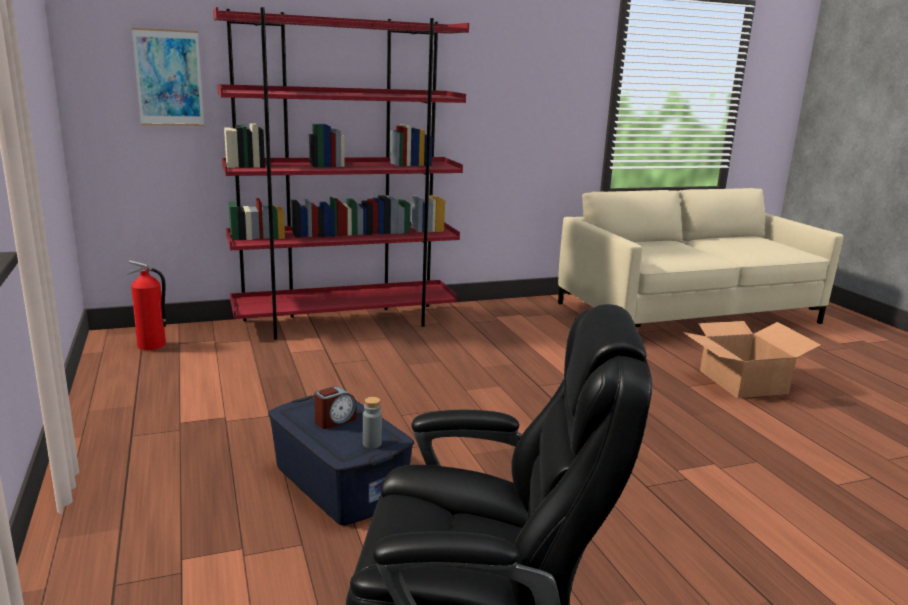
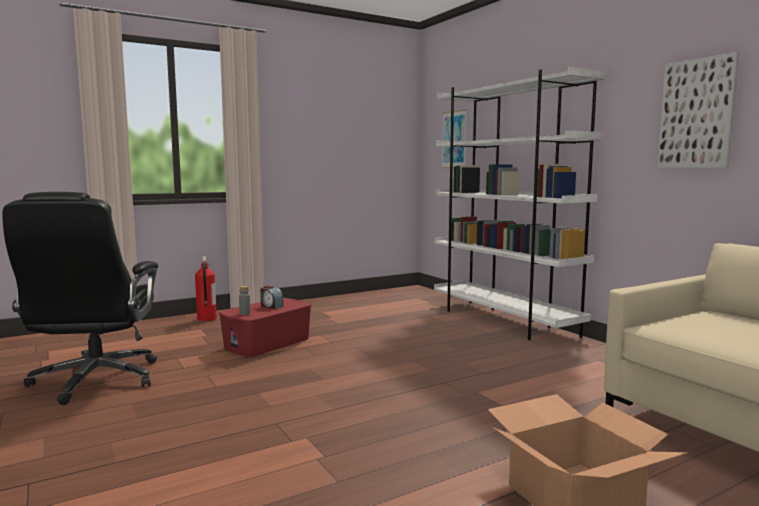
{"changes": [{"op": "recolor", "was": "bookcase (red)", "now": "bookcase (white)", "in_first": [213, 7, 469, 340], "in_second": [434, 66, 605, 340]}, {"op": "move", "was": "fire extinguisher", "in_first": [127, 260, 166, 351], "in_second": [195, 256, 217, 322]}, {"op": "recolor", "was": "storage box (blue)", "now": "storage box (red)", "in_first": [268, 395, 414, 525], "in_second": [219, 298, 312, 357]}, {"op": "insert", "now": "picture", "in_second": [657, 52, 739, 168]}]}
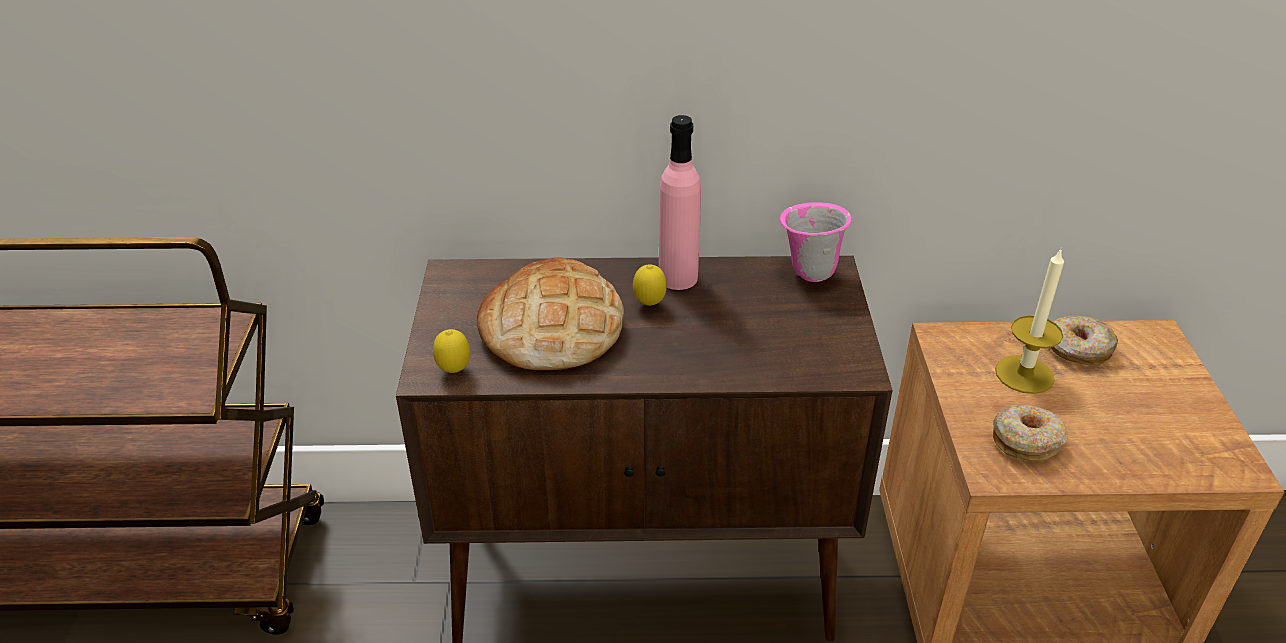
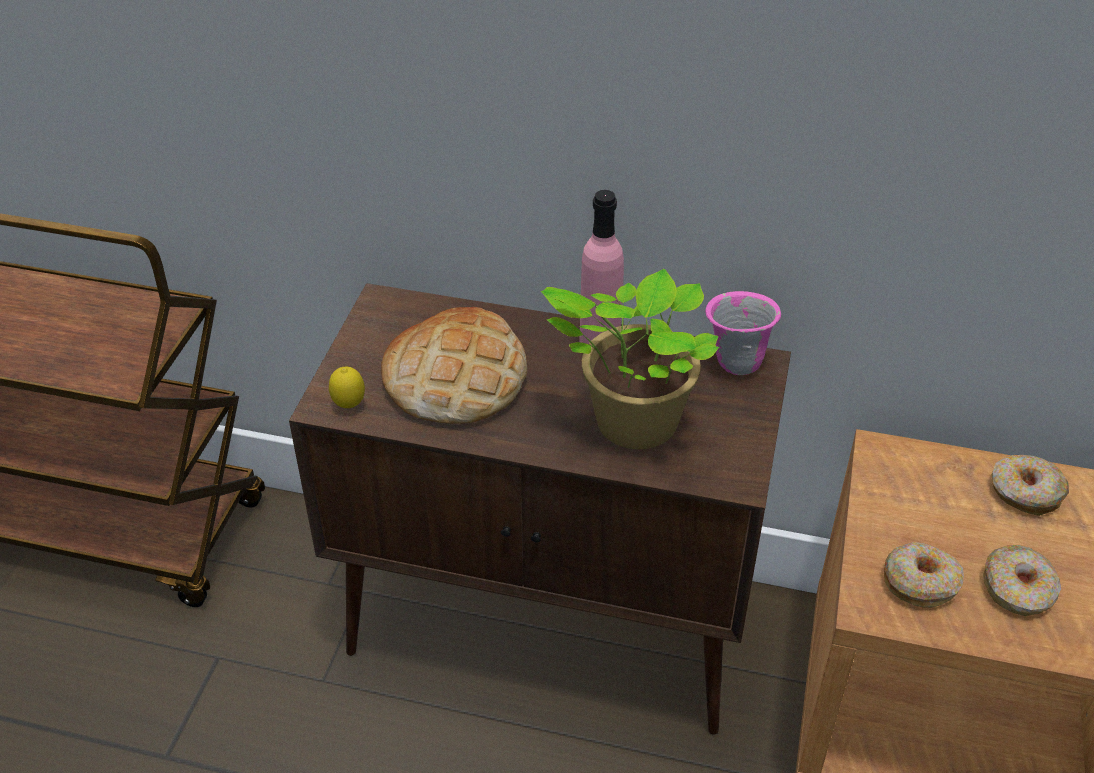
{"changes": [{"op": "delete", "was": "candle", "in_first": [995, 248, 1064, 394]}, {"op": "delete", "was": "lemon", "in_first": [633, 265, 667, 306]}, {"op": "insert", "now": "potted plant", "in_second": [541, 269, 719, 449]}, {"op": "insert", "now": "donut", "in_second": [983, 545, 1061, 616]}]}
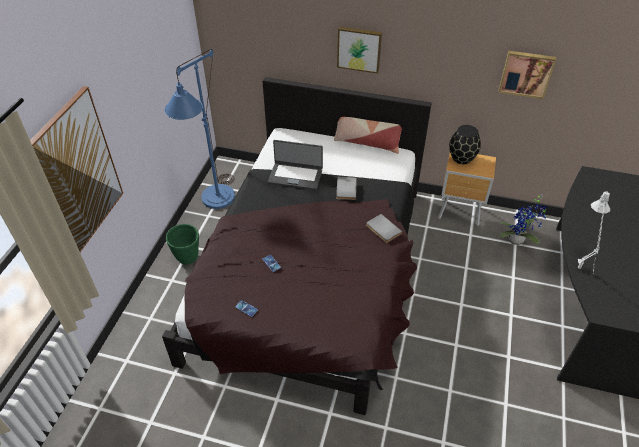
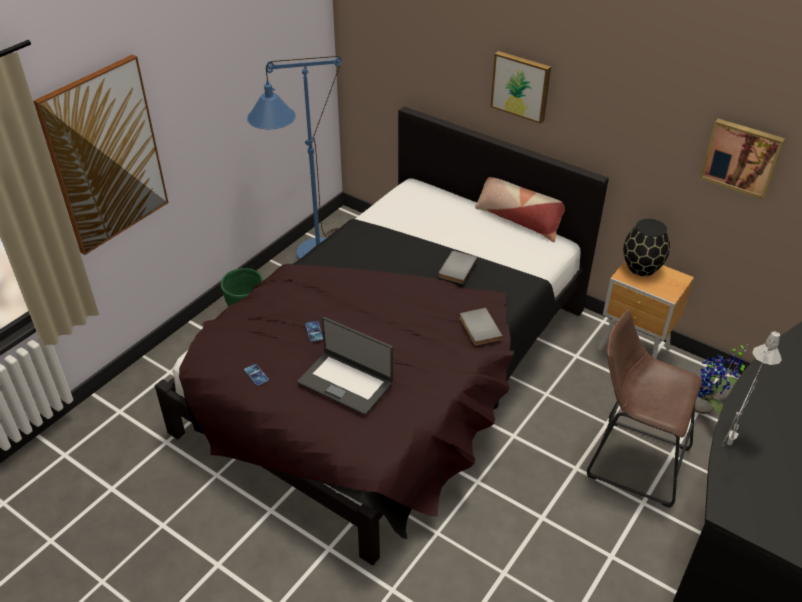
{"changes": [{"op": "move", "was": "laptop", "in_first": [268, 140, 323, 190], "in_second": [297, 317, 393, 415]}, {"op": "insert", "now": "stool (brown)", "in_second": [587, 310, 702, 508]}]}
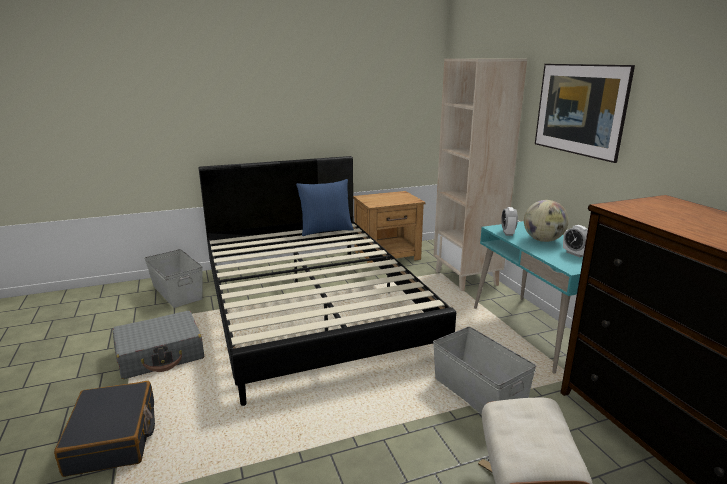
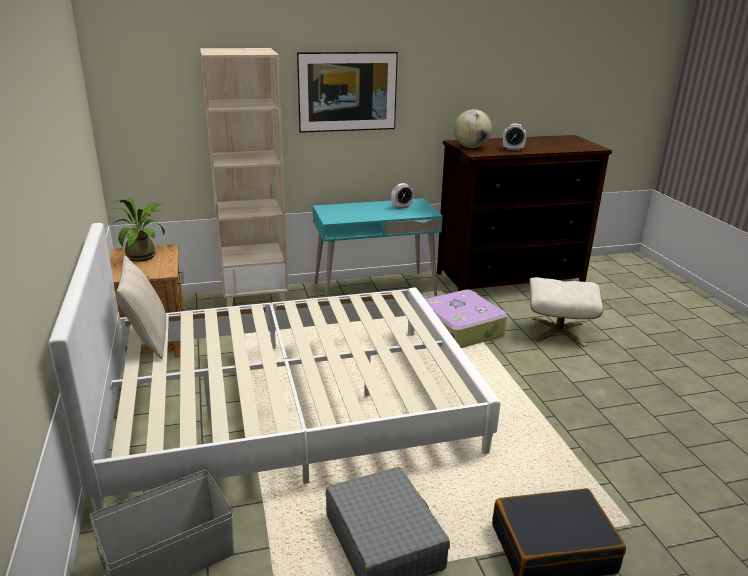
{"changes": [{"op": "recolor", "was": "bed (black)", "now": "bed (white)", "in_first": [199, 156, 456, 406], "in_second": [49, 223, 501, 512]}, {"op": "recolor", "was": "pillow (blue)", "now": "pillow (beige)", "in_first": [296, 179, 354, 236], "in_second": [117, 256, 166, 359]}, {"op": "move", "was": "globe", "in_first": [524, 200, 569, 242], "in_second": [454, 109, 492, 148]}, {"op": "move", "was": "alarm clock", "in_first": [501, 207, 518, 236], "in_second": [503, 124, 526, 151]}, {"op": "replace", "was": "storage box (grey)", "now": "suitcase", "in_first": [433, 327, 536, 414], "in_second": [425, 290, 507, 348]}, {"op": "insert", "now": "potted plant", "in_second": [112, 197, 165, 262]}]}
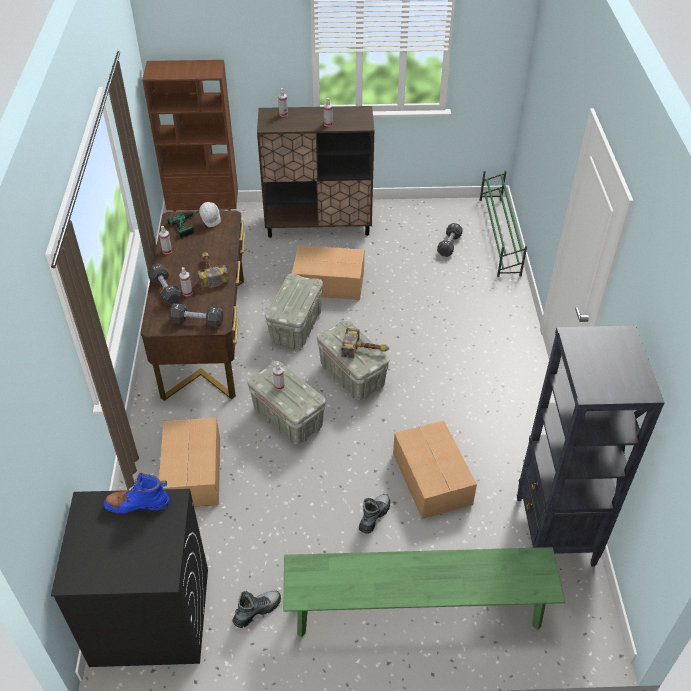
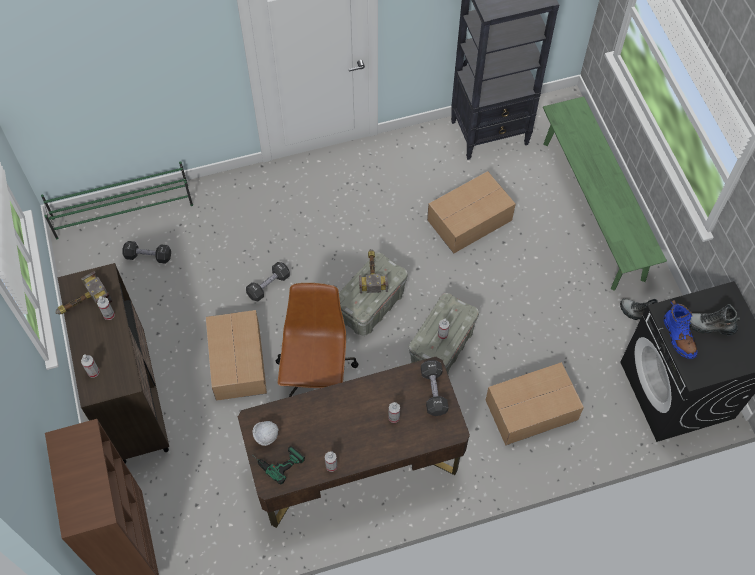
{"changes": [{"op": "move", "was": "hammer", "in_first": [197, 252, 230, 290], "in_second": [55, 271, 113, 315]}, {"op": "move", "was": "dumbbell (black)", "in_first": [148, 264, 182, 306], "in_second": [246, 262, 290, 301]}, {"op": "replace", "was": "storage box (grey)", "now": "office chair (brown)", "in_first": [265, 273, 323, 349], "in_second": [276, 283, 359, 397]}, {"op": "move", "was": "boot", "in_first": [359, 494, 390, 533], "in_second": [690, 304, 740, 336]}]}
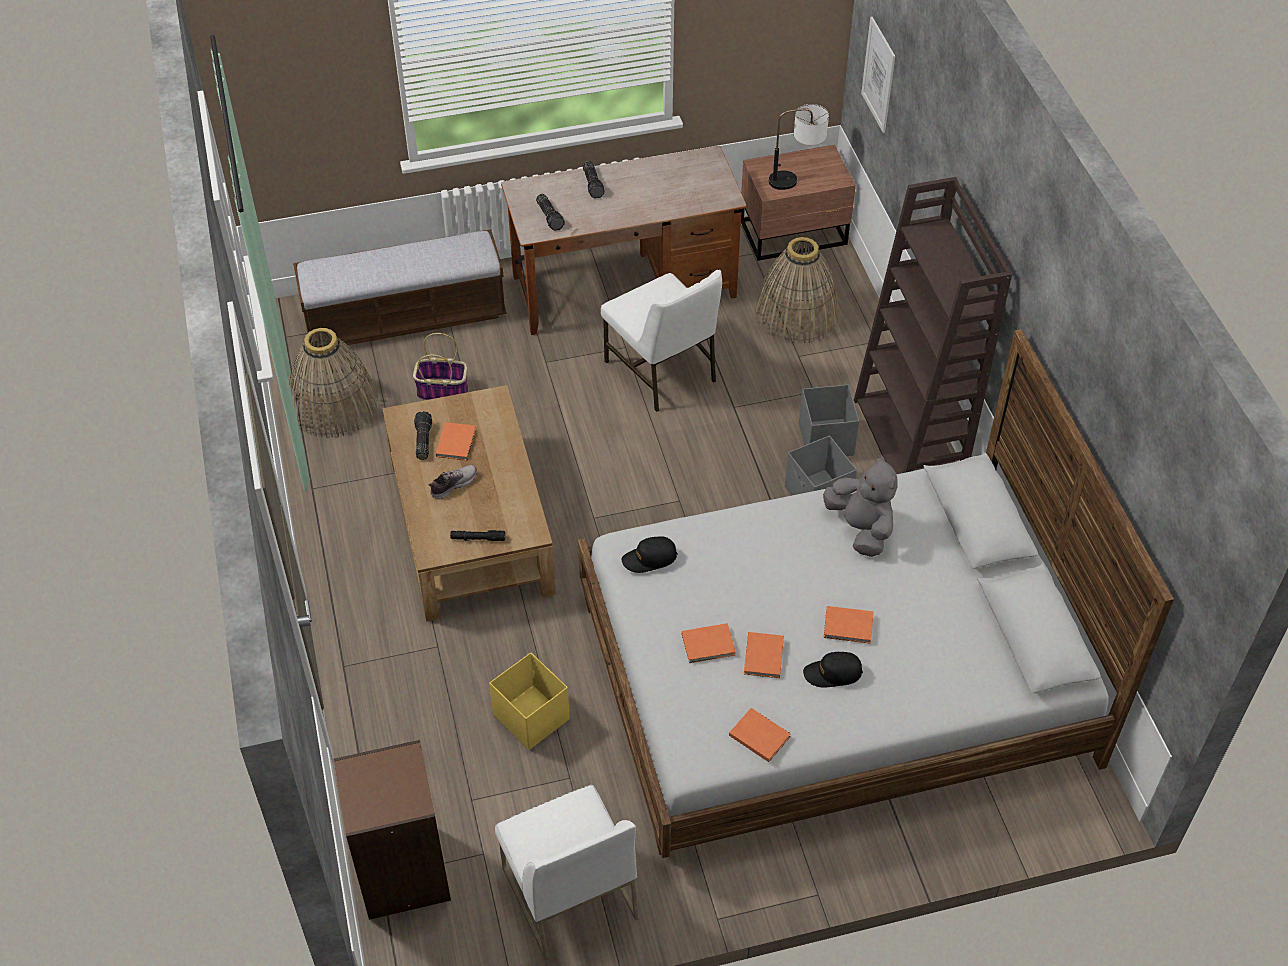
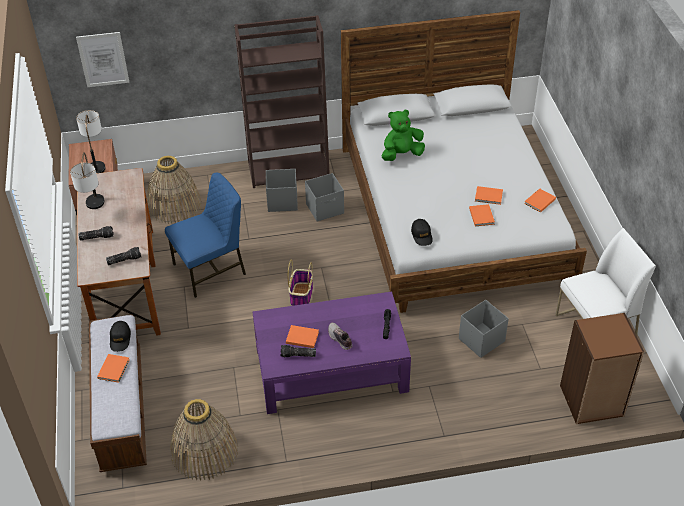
{"changes": [{"op": "recolor", "was": "chair (white)", "now": "chair (blue)", "in_first": [601, 270, 722, 412], "in_second": [165, 173, 246, 298]}, {"op": "move", "was": "basket", "in_first": [413, 333, 468, 400], "in_second": [288, 260, 313, 306]}, {"op": "recolor", "was": "coffee table (brown)", "now": "coffee table (purple)", "in_first": [382, 385, 556, 622], "in_second": [253, 292, 411, 414]}, {"op": "recolor", "was": "plush toy (grey)", "now": "plush toy (green)", "in_first": [823, 455, 898, 557], "in_second": [382, 110, 425, 161]}, {"op": "move", "was": "book (orange)", "in_first": [824, 606, 874, 644], "in_second": [97, 354, 130, 383]}, {"op": "recolor", "was": "storage box (yellow)", "now": "storage box (grey)", "in_first": [489, 652, 570, 750], "in_second": [459, 300, 509, 358]}, {"op": "move", "was": "cap (black)", "in_first": [803, 652, 863, 688], "in_second": [110, 321, 131, 352]}, {"op": "insert", "now": "table lamp", "in_second": [70, 152, 104, 209]}]}
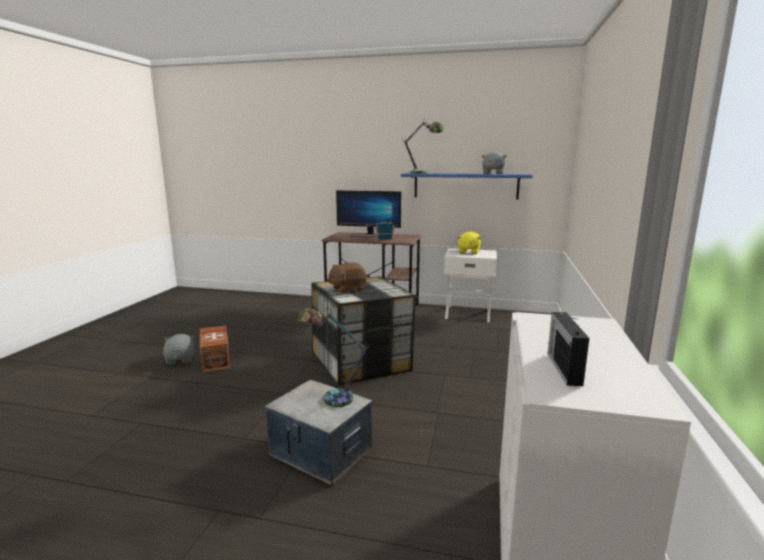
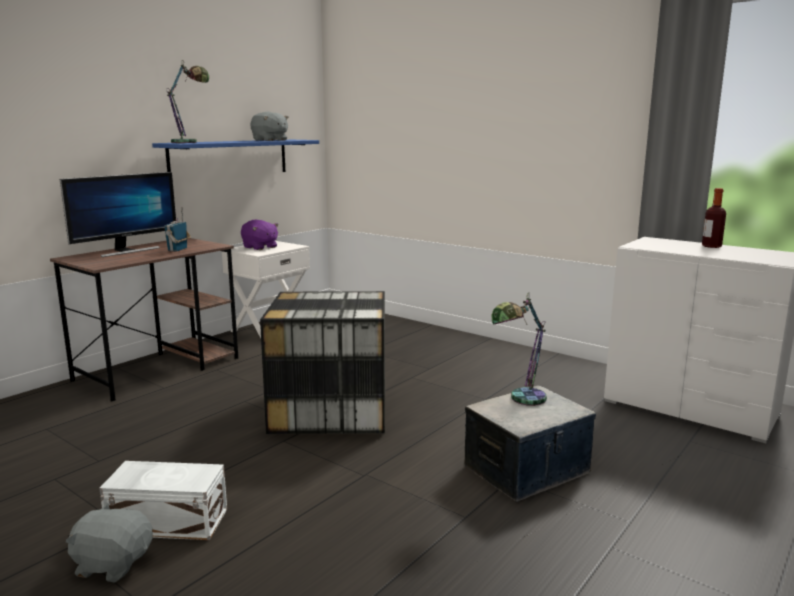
{"changes": [{"op": "recolor", "was": "plush toy (yellow)", "now": "plush toy (purple)", "in_first": [457, 231, 481, 254], "in_second": [241, 220, 278, 250]}, {"op": "delete", "was": "plush toy (brown)", "in_first": [327, 262, 367, 293]}, {"op": "delete", "was": "radio", "in_first": [548, 312, 589, 386]}, {"op": "recolor", "was": "storage box (brown)", "now": "storage box (white)", "in_first": [200, 326, 231, 373], "in_second": [99, 461, 227, 540]}, {"op": "insert", "now": "bottle", "in_second": [702, 188, 726, 248]}]}
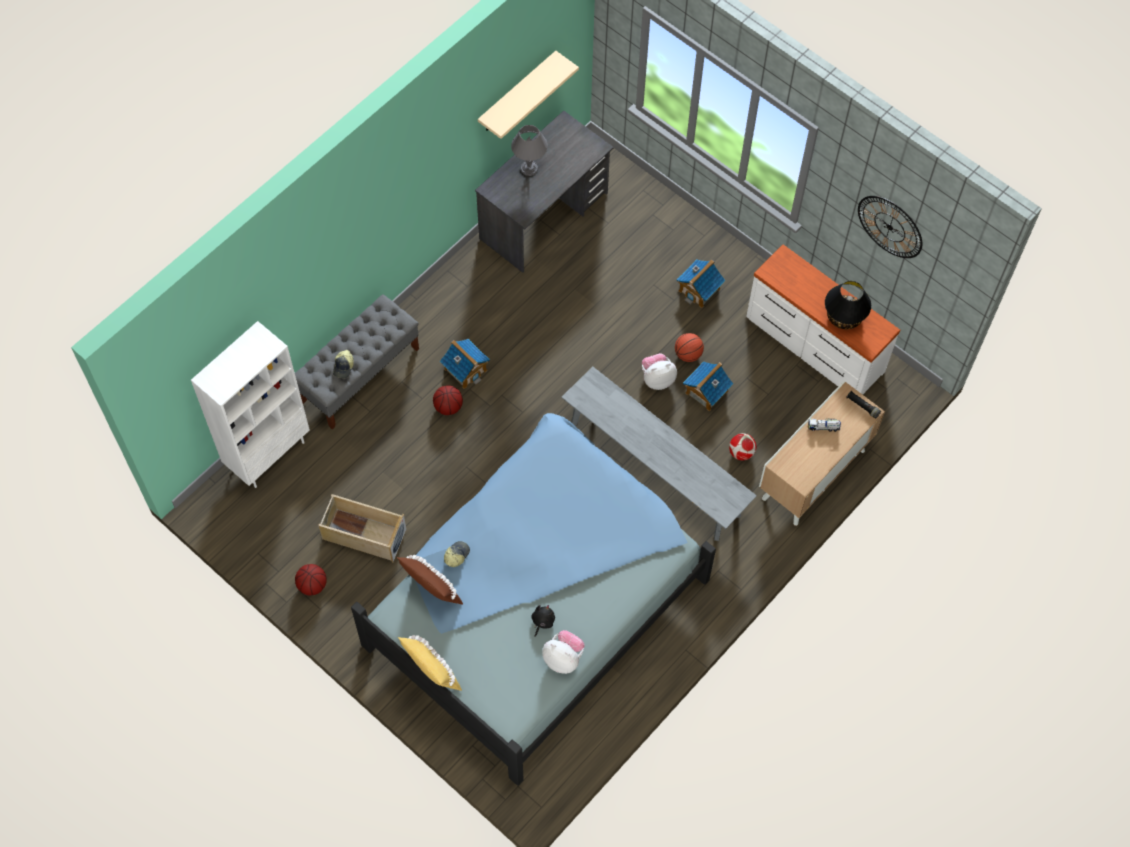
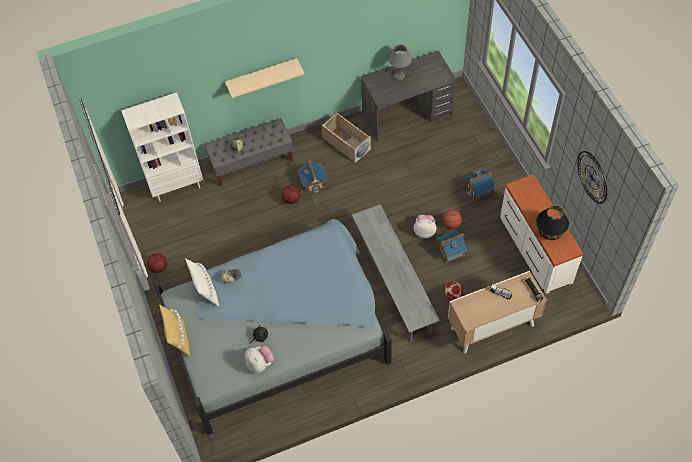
{"changes": [{"op": "move", "was": "shelf (beige)", "in_first": [478, 51, 579, 139], "in_second": [225, 58, 304, 98]}, {"op": "move", "was": "storage box (beige)", "in_first": [318, 494, 407, 563], "in_second": [321, 112, 371, 163]}, {"op": "recolor", "was": "pillow (brown)", "now": "pillow (white)", "in_first": [397, 555, 463, 604], "in_second": [185, 258, 219, 307]}]}
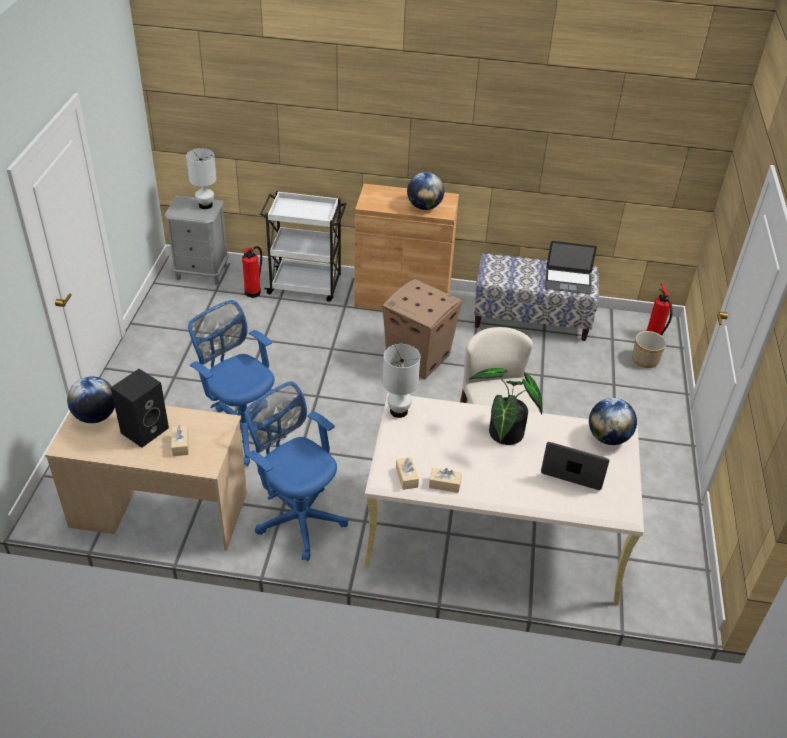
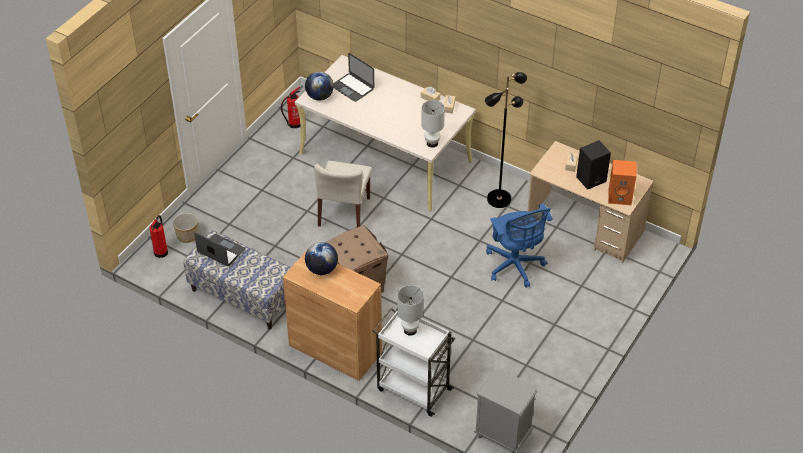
{"changes": [{"op": "move", "was": "table lamp (white)", "in_first": [186, 148, 217, 209], "in_second": [397, 285, 424, 336]}, {"op": "move", "was": "fire extinguisher", "in_first": [242, 246, 262, 298], "in_second": [281, 87, 301, 128]}, {"op": "delete", "was": "potted plant", "in_first": [469, 368, 543, 445]}, {"op": "replace", "was": "globe", "now": "speaker (orange)", "in_first": [67, 377, 115, 423], "in_second": [608, 160, 637, 205]}, {"op": "replace", "was": "office chair (blue)", "now": "floor lamp (black)", "in_first": [245, 381, 348, 561], "in_second": [485, 72, 527, 208]}]}
